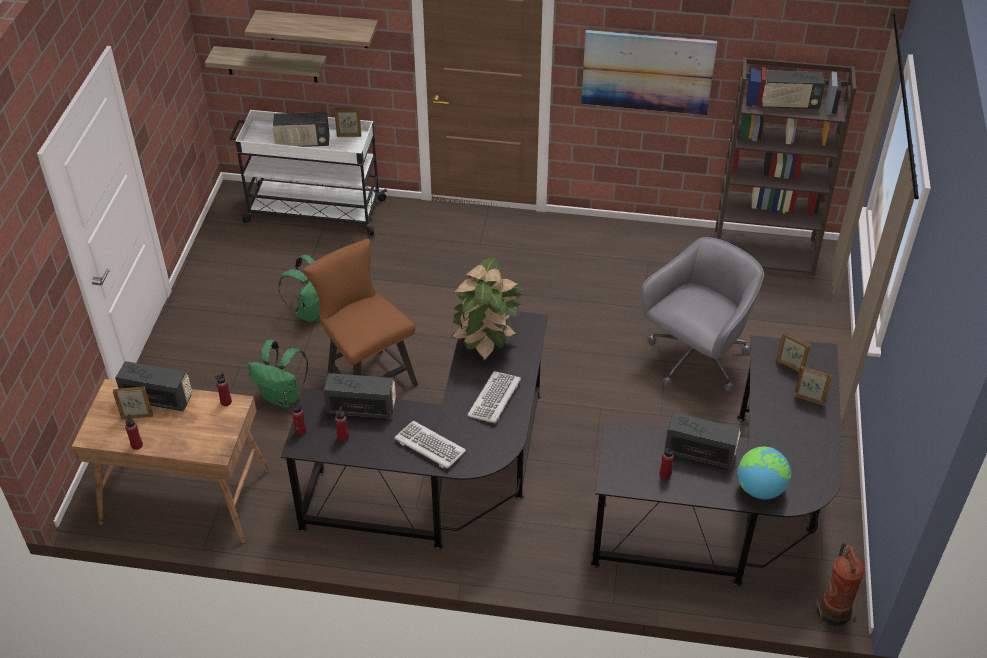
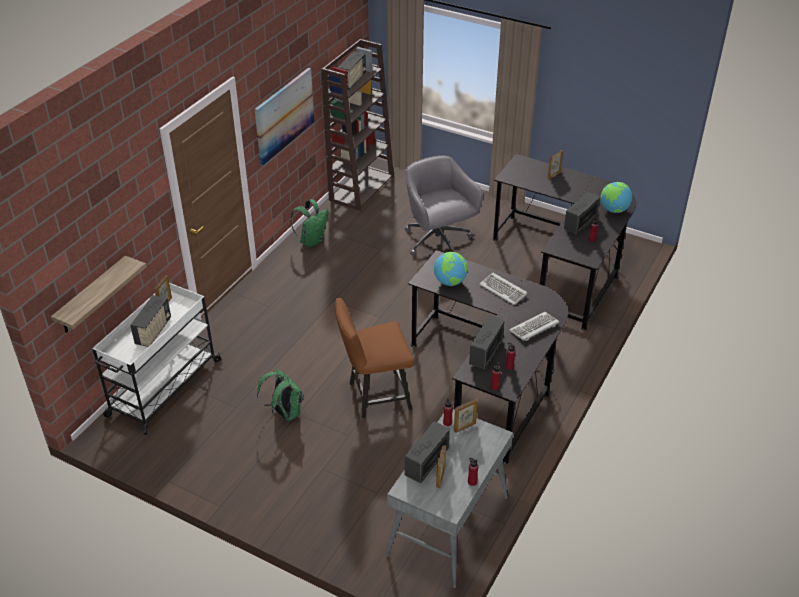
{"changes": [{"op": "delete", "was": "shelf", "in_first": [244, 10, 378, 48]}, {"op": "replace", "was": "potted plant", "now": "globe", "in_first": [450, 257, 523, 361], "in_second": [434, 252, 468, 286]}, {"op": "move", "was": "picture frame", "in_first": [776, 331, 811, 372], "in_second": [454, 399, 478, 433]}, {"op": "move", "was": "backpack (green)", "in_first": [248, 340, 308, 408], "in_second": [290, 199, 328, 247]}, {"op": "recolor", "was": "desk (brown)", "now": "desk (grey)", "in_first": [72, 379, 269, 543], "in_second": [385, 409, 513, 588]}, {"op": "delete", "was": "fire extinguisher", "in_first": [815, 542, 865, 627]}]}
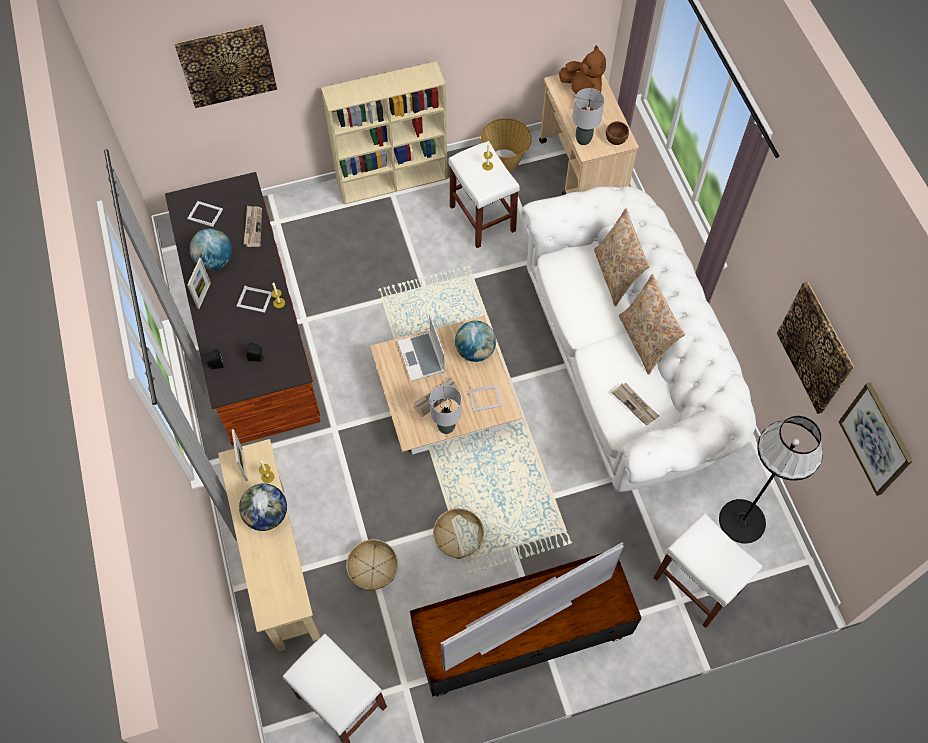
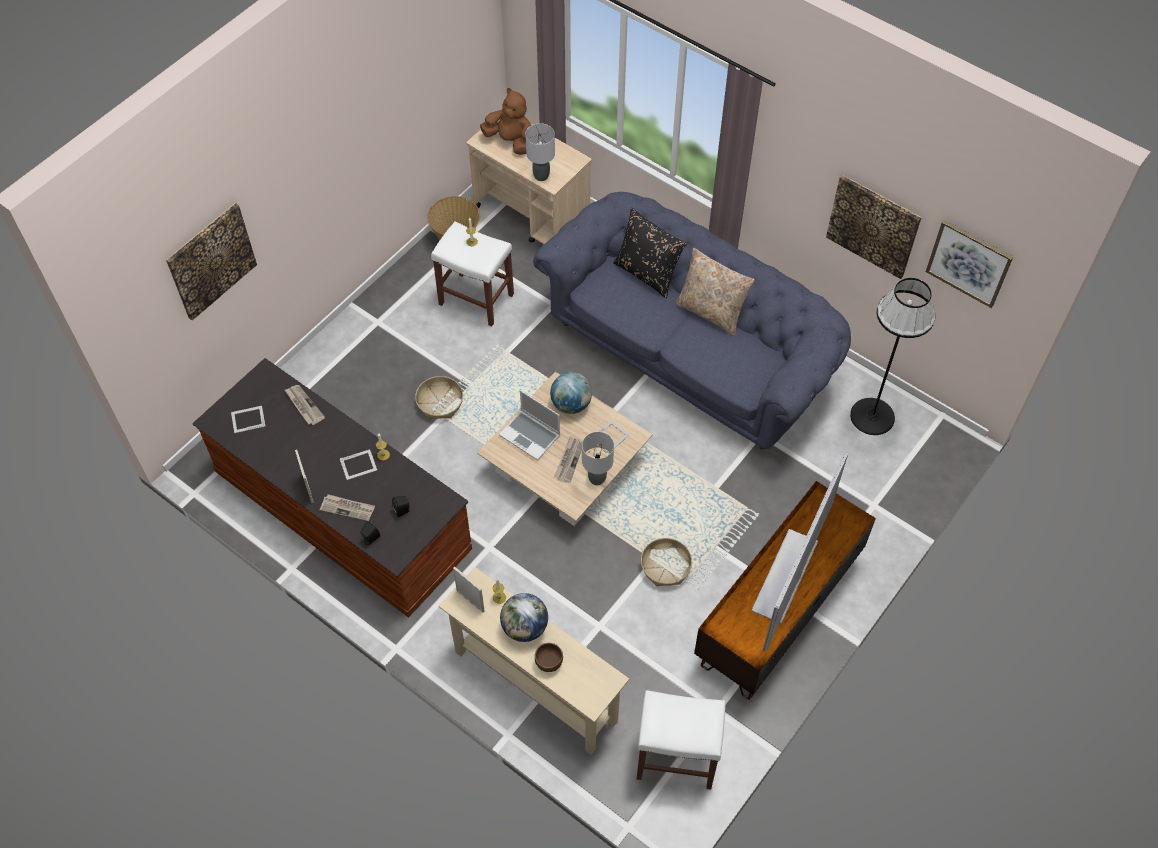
{"changes": [{"op": "delete", "was": "bookcase (beige)", "in_first": [321, 61, 448, 204]}, {"op": "move", "was": "bowl (brown)", "in_first": [606, 121, 629, 145], "in_second": [535, 643, 563, 672]}, {"op": "recolor", "was": "sofa (white)", "now": "sofa (blue)", "in_first": [521, 186, 756, 492], "in_second": [533, 192, 851, 450]}, {"op": "recolor", "was": "pillow (beige)", "now": "pillow (black)", "in_first": [594, 208, 650, 307], "in_second": [613, 208, 687, 298]}, {"op": "delete", "was": "globe", "in_first": [189, 228, 232, 270]}, {"op": "move", "was": "newspaper", "in_first": [612, 383, 659, 426], "in_second": [320, 494, 375, 521]}, {"op": "delete", "was": "stool (white)", "in_first": [654, 513, 763, 628]}, {"op": "move", "was": "basket", "in_first": [346, 539, 398, 591], "in_second": [415, 376, 463, 419]}]}
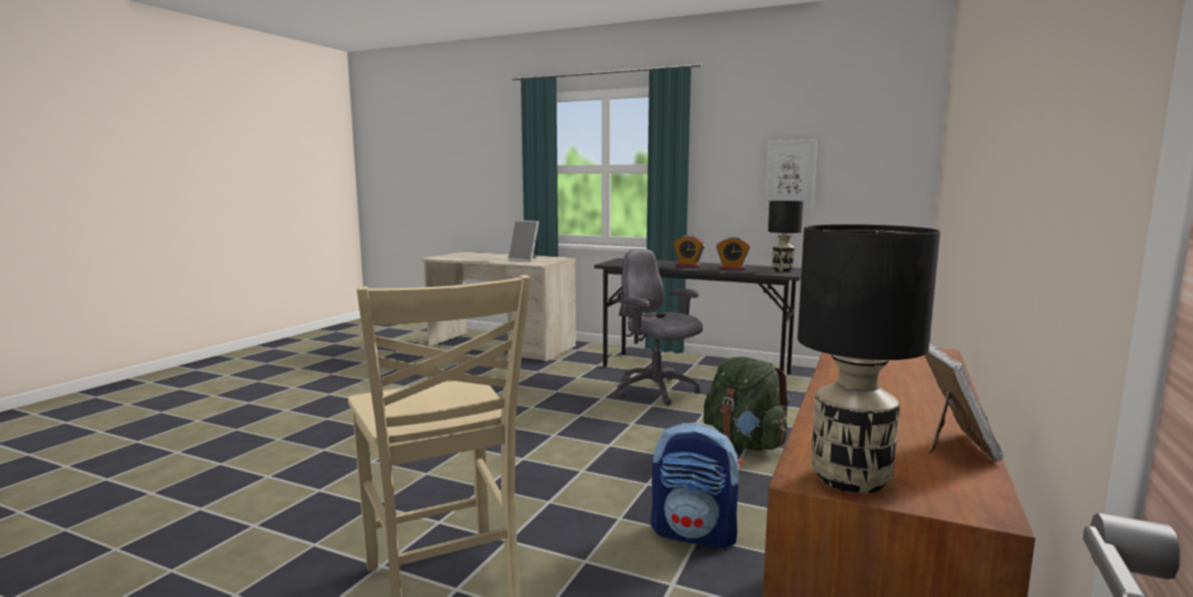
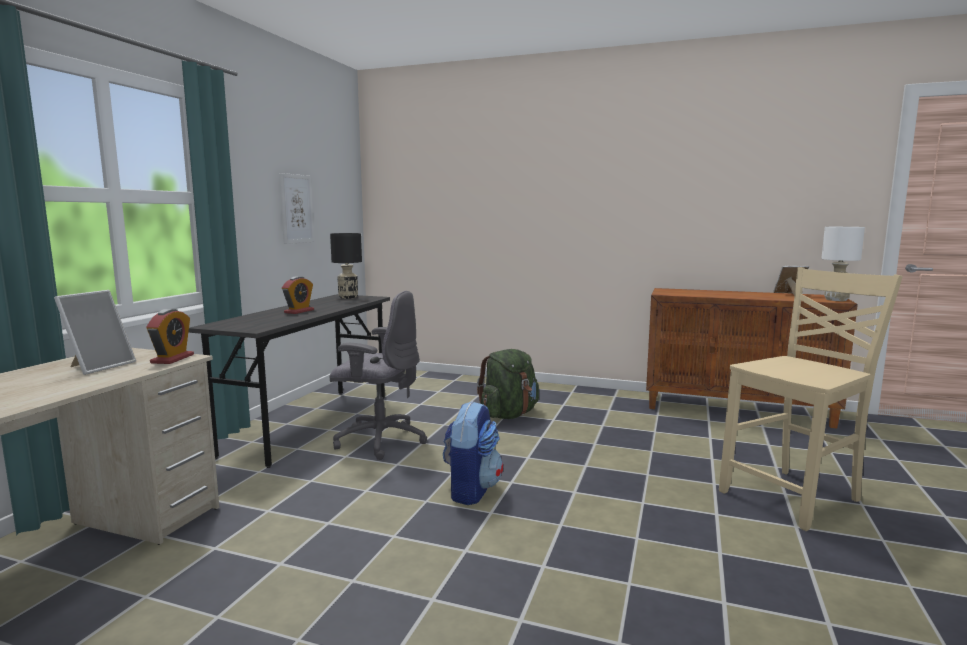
{"changes": [{"op": "recolor", "was": "table lamp (black)", "now": "table lamp (white)", "in_first": [798, 224, 940, 494], "in_second": [821, 227, 865, 301]}, {"op": "move", "was": "alarm clock", "in_first": [716, 237, 750, 270], "in_second": [146, 309, 194, 364]}, {"op": "rotate", "was": "office chair (grey)", "in_first": [617, 249, 703, 406], "in_second": [329, 291, 427, 460], "clockwise": -120}, {"op": "move", "was": "backpack", "in_first": [651, 422, 743, 549], "in_second": [443, 401, 503, 505]}]}
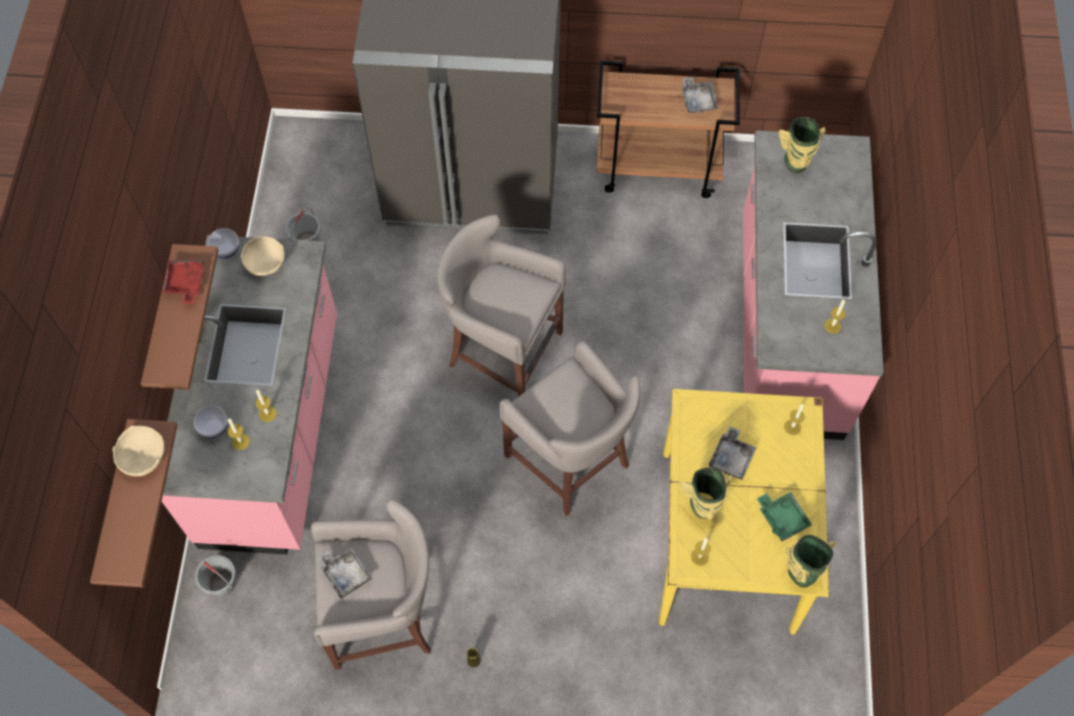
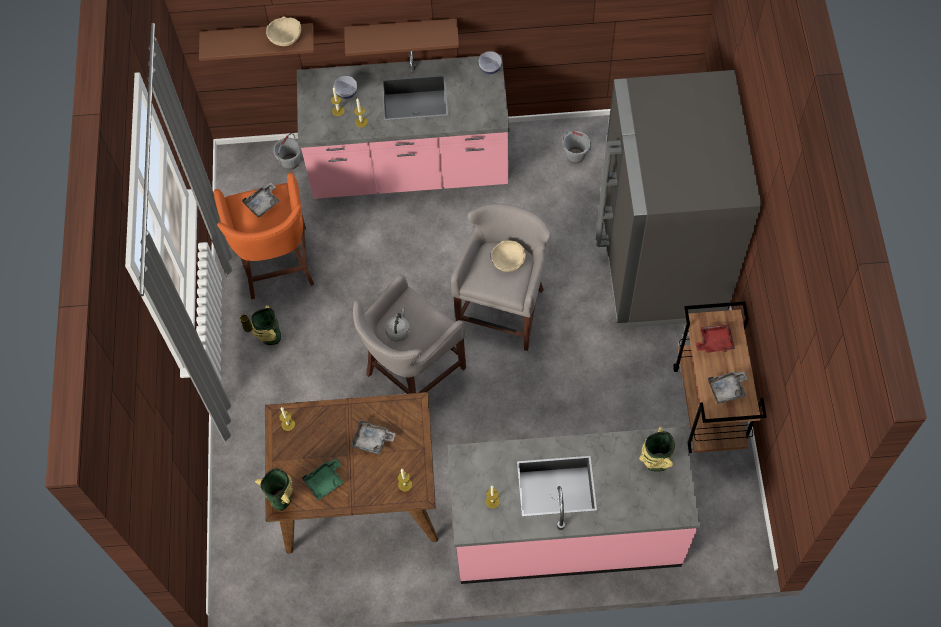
{"changes": [{"op": "move", "was": "bowl (beige)", "in_first": [240, 235, 285, 276], "in_second": [491, 240, 526, 272]}, {"op": "move", "was": "tray (red)", "in_first": [162, 260, 204, 304], "in_second": [696, 324, 735, 353]}, {"op": "recolor", "was": "dining table (yellow)", "now": "dining table (brown)", "in_first": [659, 389, 829, 635], "in_second": [265, 392, 438, 553]}, {"op": "move", "was": "vase", "in_first": [680, 467, 733, 520], "in_second": [251, 305, 281, 345]}, {"op": "recolor", "was": "stool (grey)", "now": "stool (orange)", "in_first": [311, 499, 431, 670], "in_second": [214, 172, 314, 299]}, {"op": "insert", "now": "kettle (grey)", "in_second": [385, 308, 410, 342]}]}
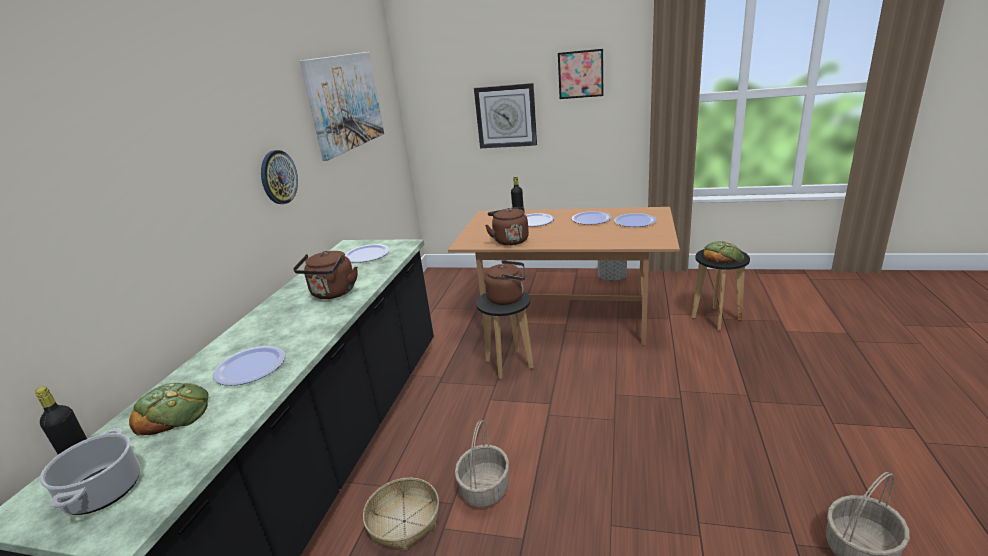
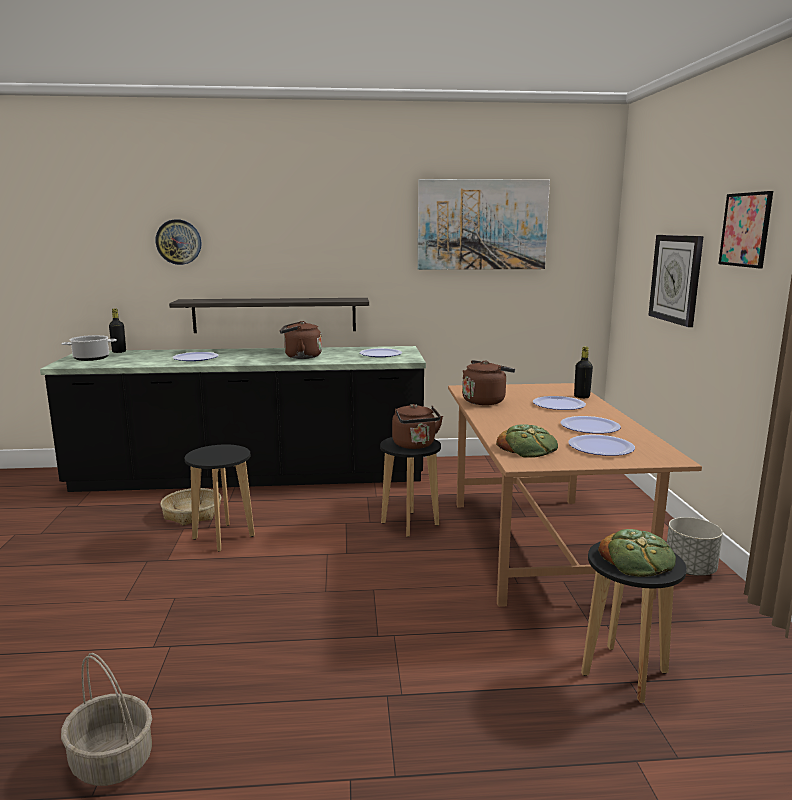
{"changes": [{"op": "move", "was": "wall clock", "in_first": [261, 150, 298, 204], "in_second": [156, 219, 201, 265]}, {"op": "move", "was": "bread", "in_first": [129, 383, 208, 436], "in_second": [496, 424, 558, 458]}, {"op": "replace", "was": "basket", "now": "stool (black)", "in_first": [455, 420, 509, 507], "in_second": [185, 444, 255, 552]}, {"op": "insert", "now": "shelf", "in_second": [169, 298, 369, 333]}]}
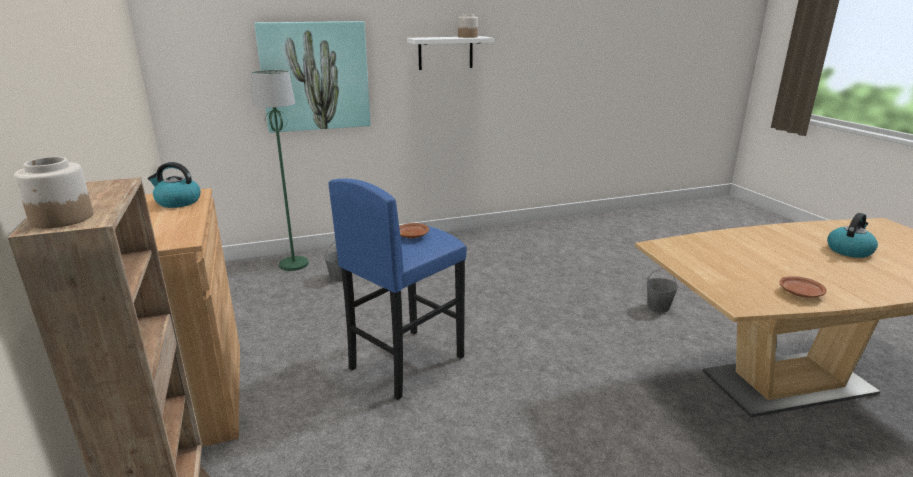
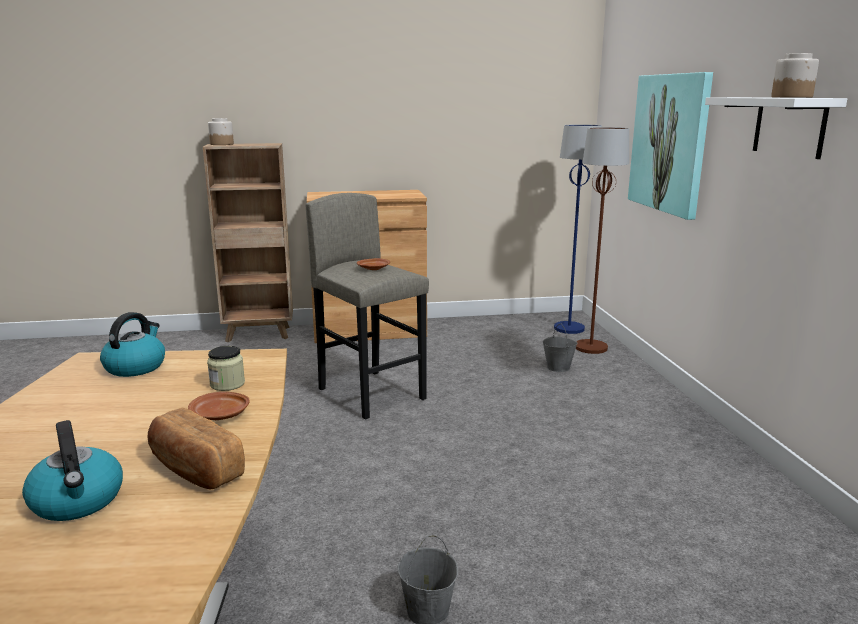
{"changes": [{"op": "recolor", "was": "floor lamp (green)", "now": "floor lamp (brown)", "in_first": [251, 70, 309, 271], "in_second": [576, 127, 629, 354]}, {"op": "move", "was": "kettle", "in_first": [148, 162, 201, 208], "in_second": [100, 312, 165, 377]}, {"op": "recolor", "was": "stool (blue)", "now": "stool (grey)", "in_first": [328, 179, 467, 400], "in_second": [305, 193, 429, 419]}, {"op": "move", "was": "plate (brown)", "in_first": [780, 276, 827, 298], "in_second": [188, 392, 250, 420]}, {"op": "insert", "now": "floor lamp (blue)", "in_second": [554, 124, 602, 334]}, {"op": "insert", "now": "jar", "in_second": [207, 346, 245, 391]}, {"op": "insert", "now": "bread", "in_second": [147, 407, 245, 490]}]}
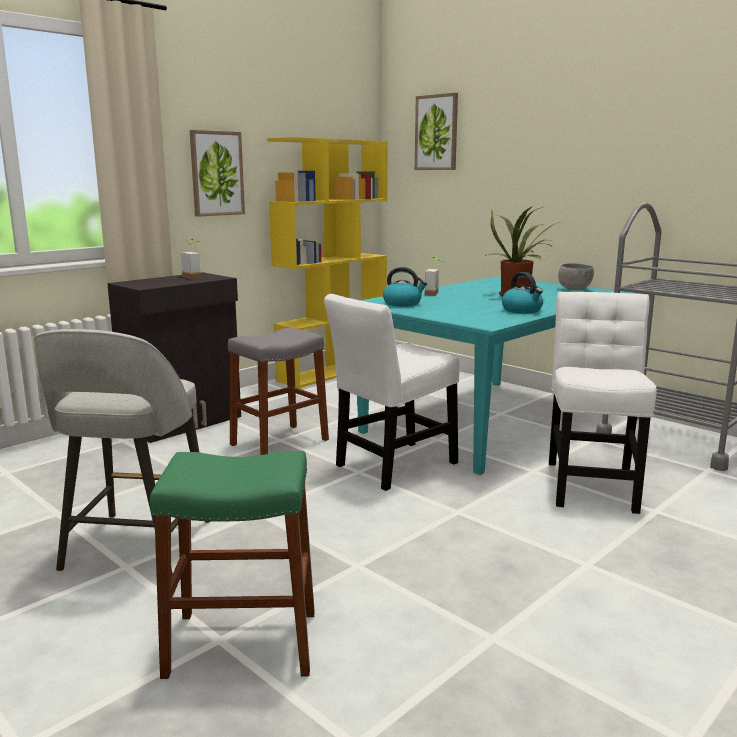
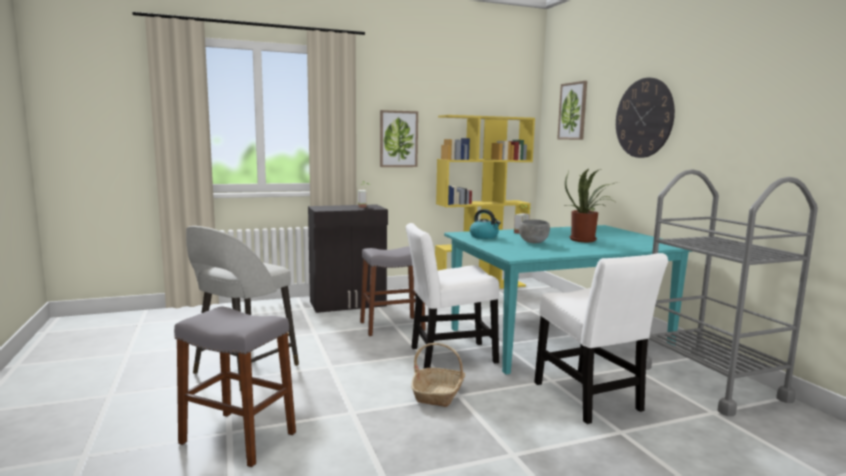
{"changes": [{"op": "move", "was": "bowl (grey)", "in_first": [558, 263, 594, 290], "in_second": [519, 219, 550, 243]}, {"op": "delete", "was": "kettle", "in_first": [502, 272, 543, 314]}, {"op": "rotate", "was": "chair (white)", "in_first": [549, 292, 657, 514], "in_second": [534, 253, 668, 424], "clockwise": 120}, {"op": "recolor", "was": "stool (green)", "now": "stool (grey)", "in_first": [150, 451, 315, 679], "in_second": [174, 306, 296, 467]}, {"op": "insert", "now": "wall clock", "in_second": [616, 78, 675, 158]}, {"op": "insert", "now": "basket", "in_second": [411, 343, 465, 407]}]}
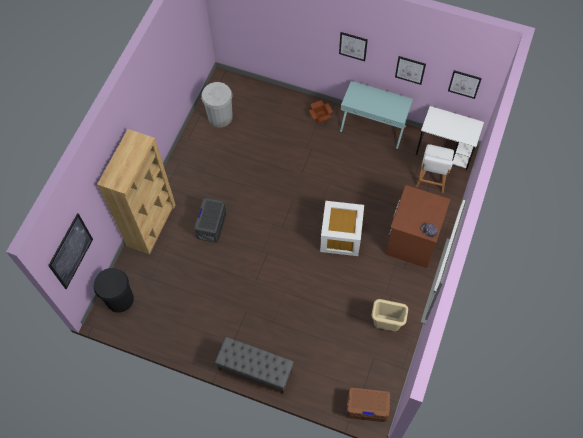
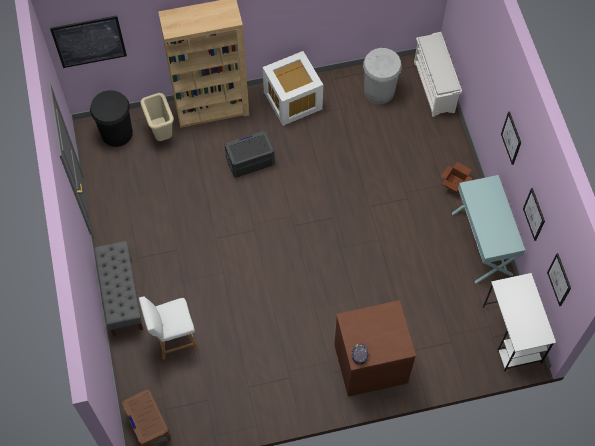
{"changes": [{"op": "move", "was": "stool (white)", "in_first": [416, 144, 454, 193], "in_second": [139, 296, 199, 360]}, {"op": "move", "was": "storage box (white)", "in_first": [320, 201, 364, 256], "in_second": [263, 51, 323, 126]}, {"op": "move", "was": "trash can (beige)", "in_first": [372, 299, 408, 331], "in_second": [140, 93, 174, 141]}, {"op": "insert", "now": "shoe rack (white)", "in_second": [414, 32, 462, 117]}]}
